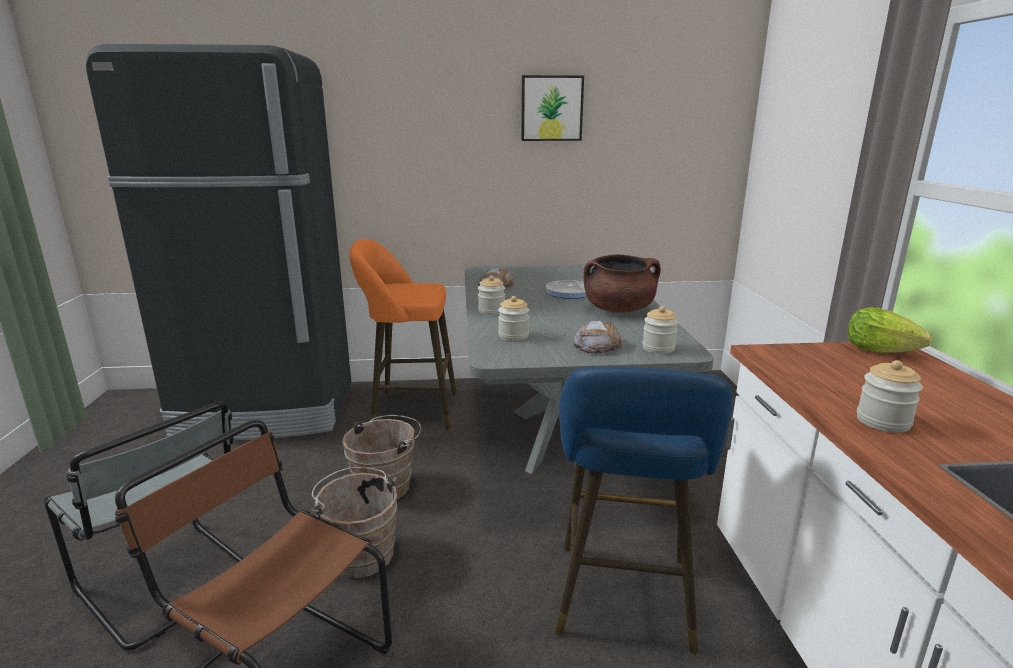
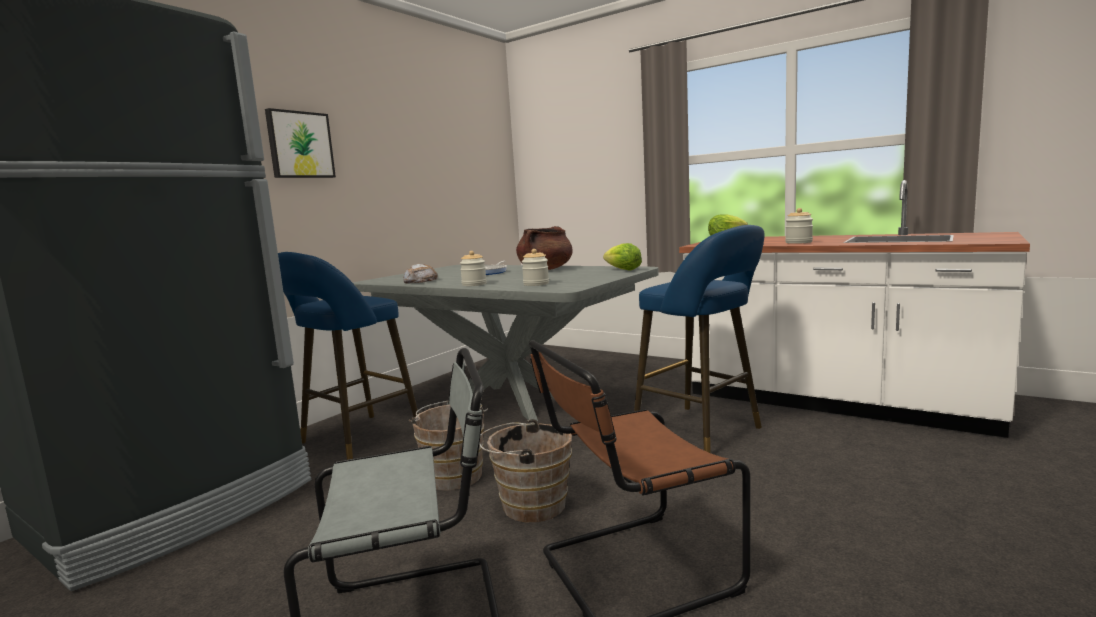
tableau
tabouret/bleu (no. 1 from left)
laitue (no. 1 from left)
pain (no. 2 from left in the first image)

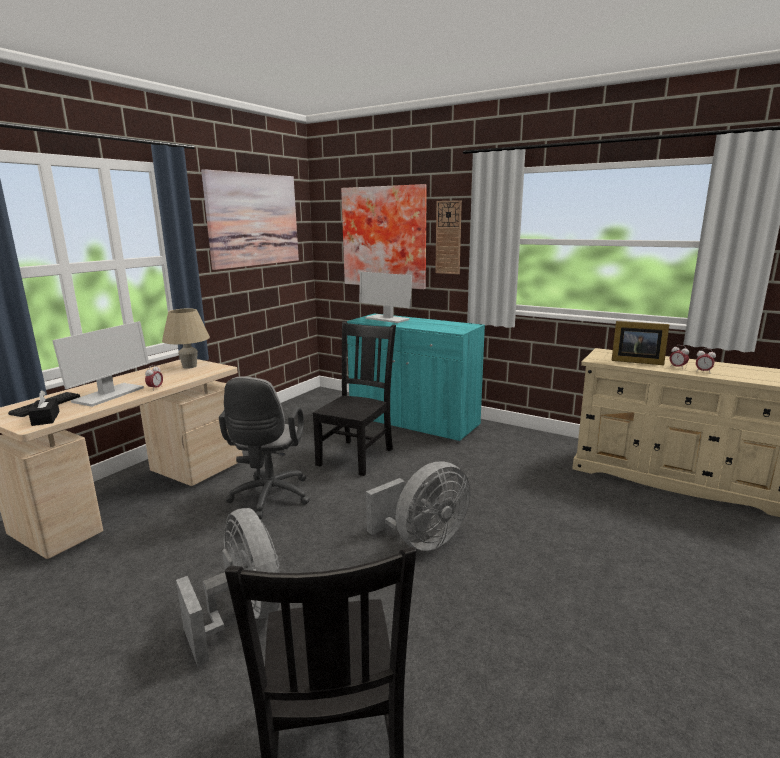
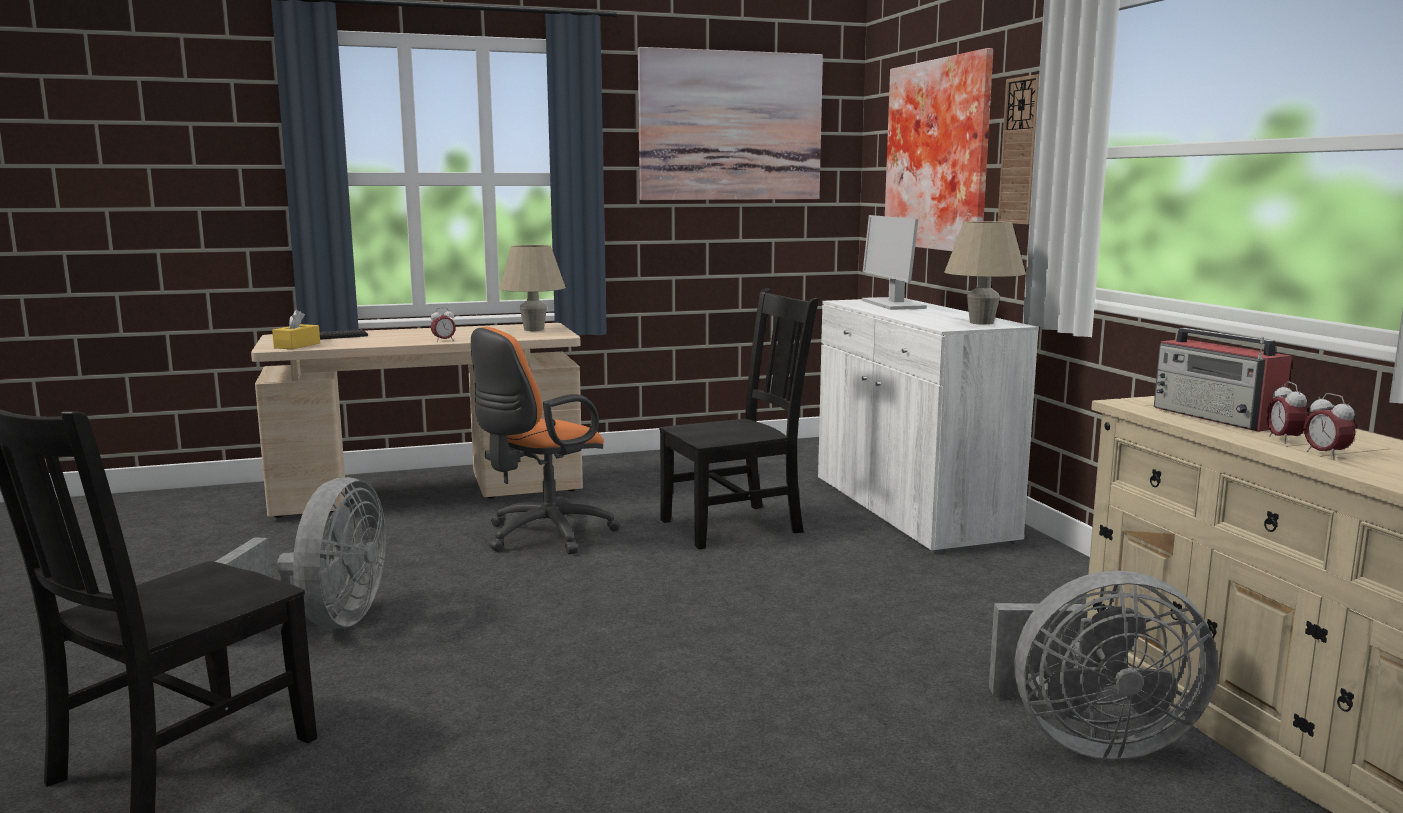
meuble de rangement/blanc
écran d'ordinateur (no. 1 from left in the first image)
radio
chaise de bureau/orange
boîte à mouchoirs/jaune
ventilateur/gris (no. 2 from left)
lampe de table/beige (no. 2 from left)

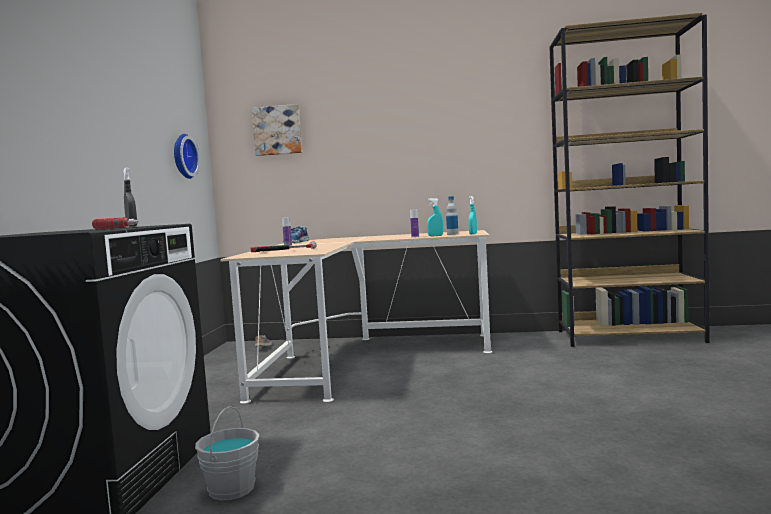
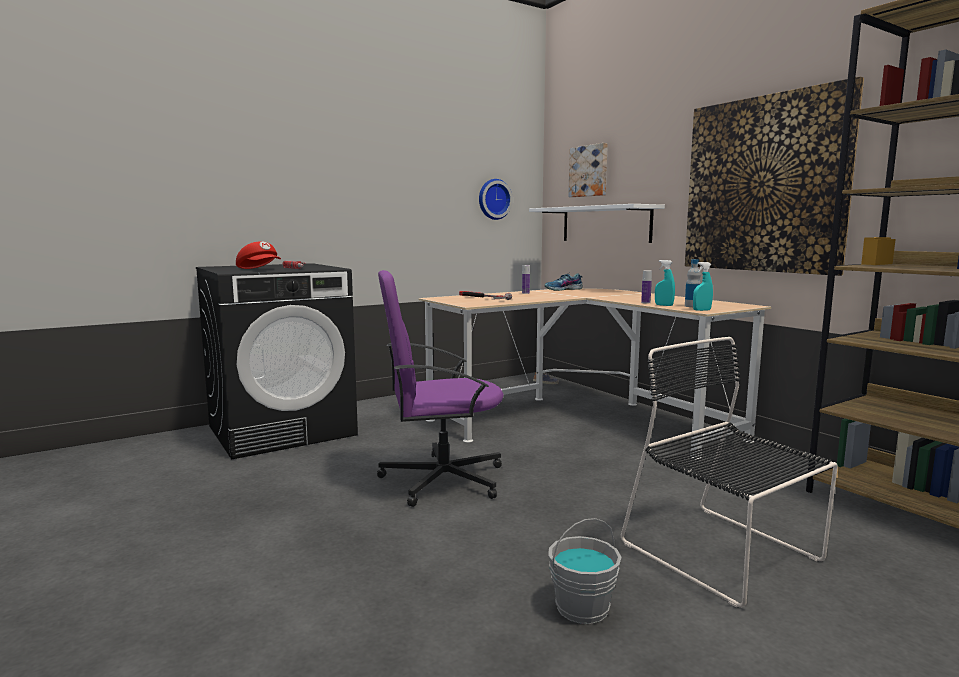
vaporisateur/gris
seau/gris
tableau (no. 2 from left)
étagère/blanc
casquette/rouge
chaise de bureau/violet
chaise/noir

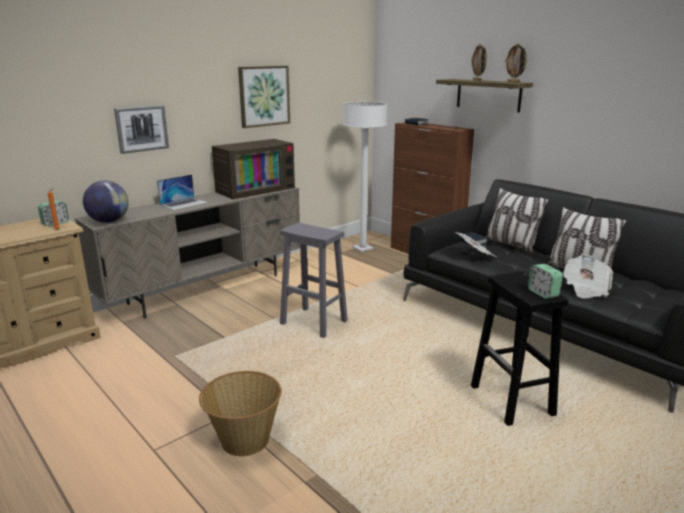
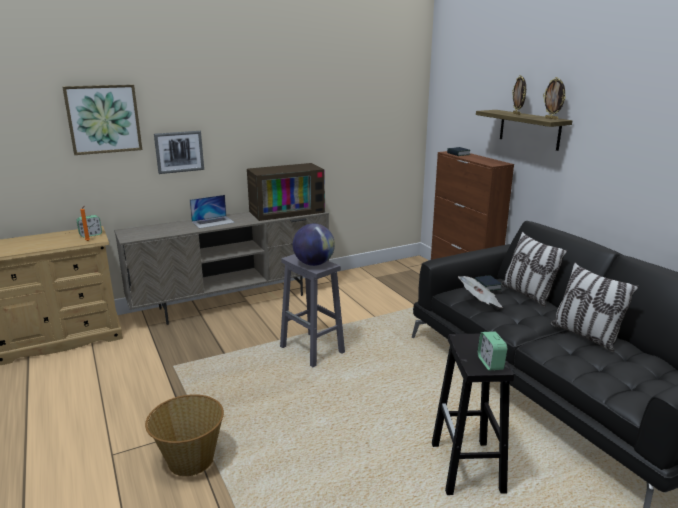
tableau (no. 1 from left)
lampadaire/blanc
globe
journal (no. 2 from left in the first image)

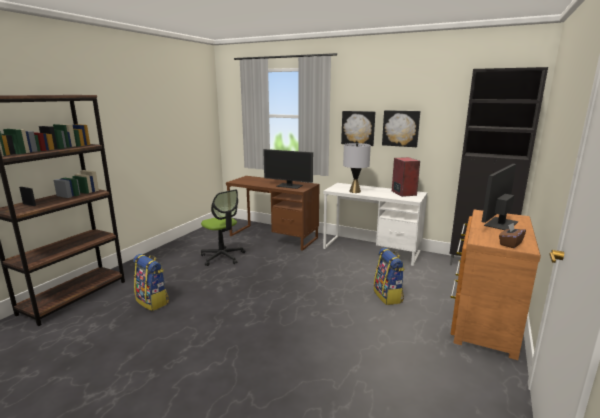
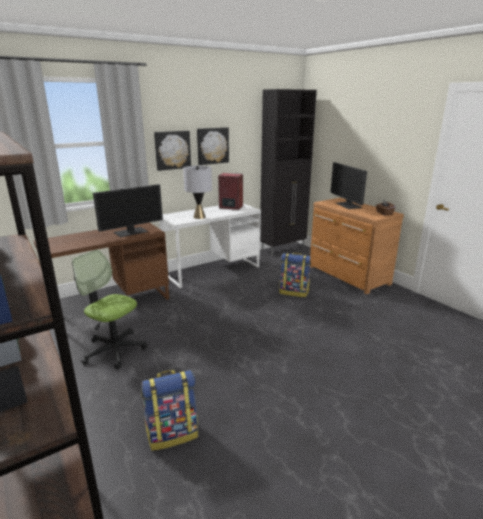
chaise de bureau

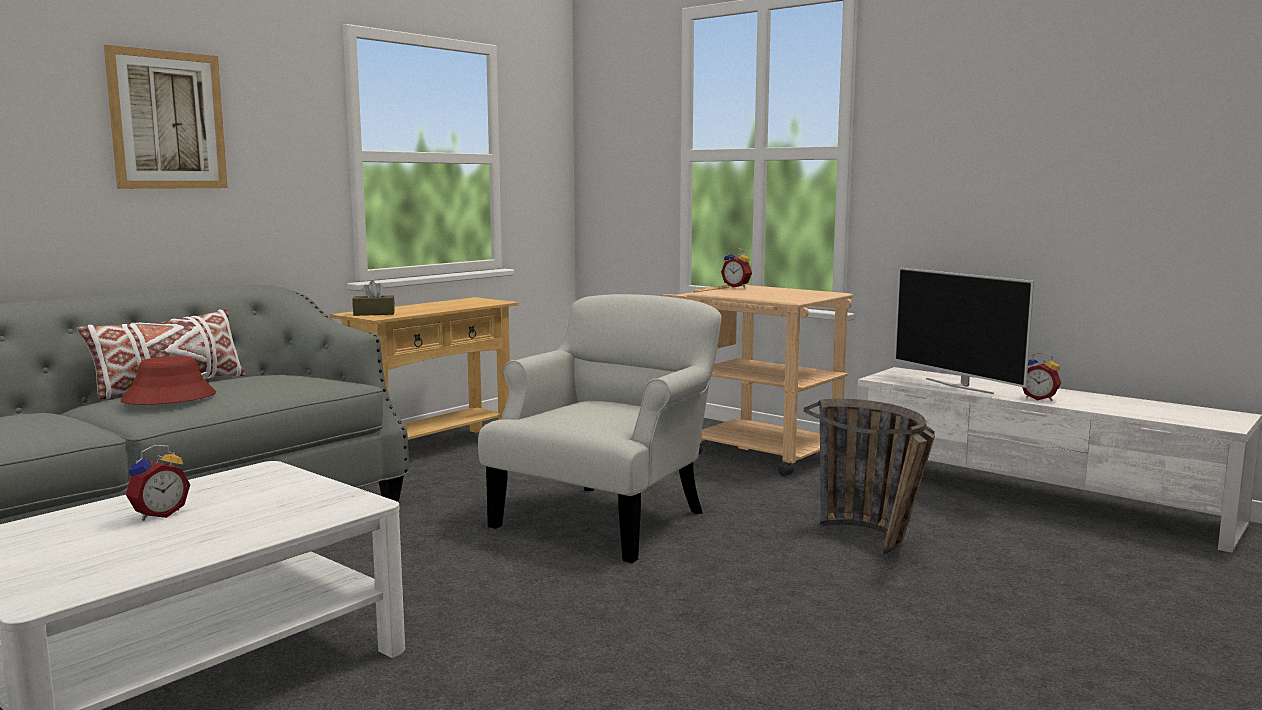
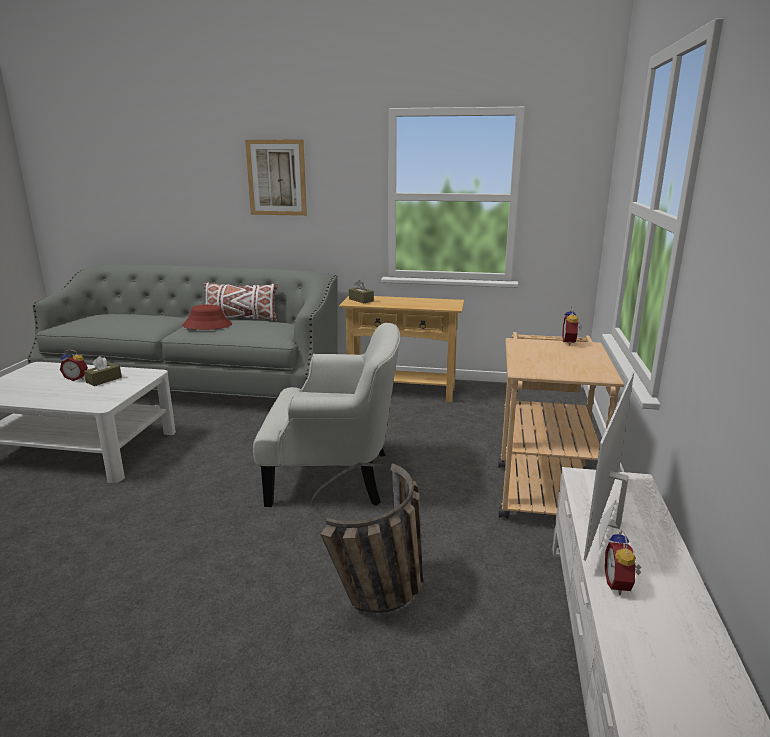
boîte à mouchoirs/marron (no. 1 from left)

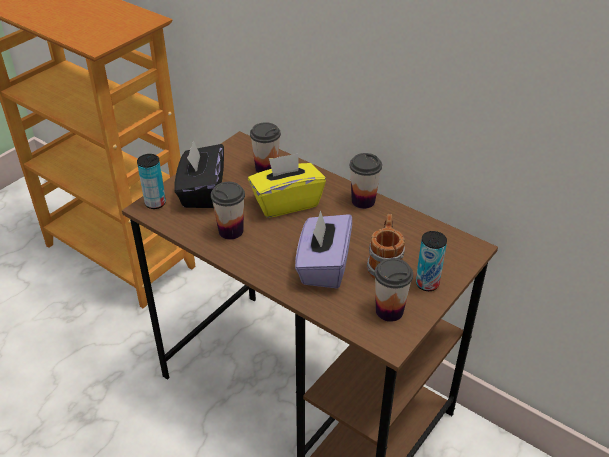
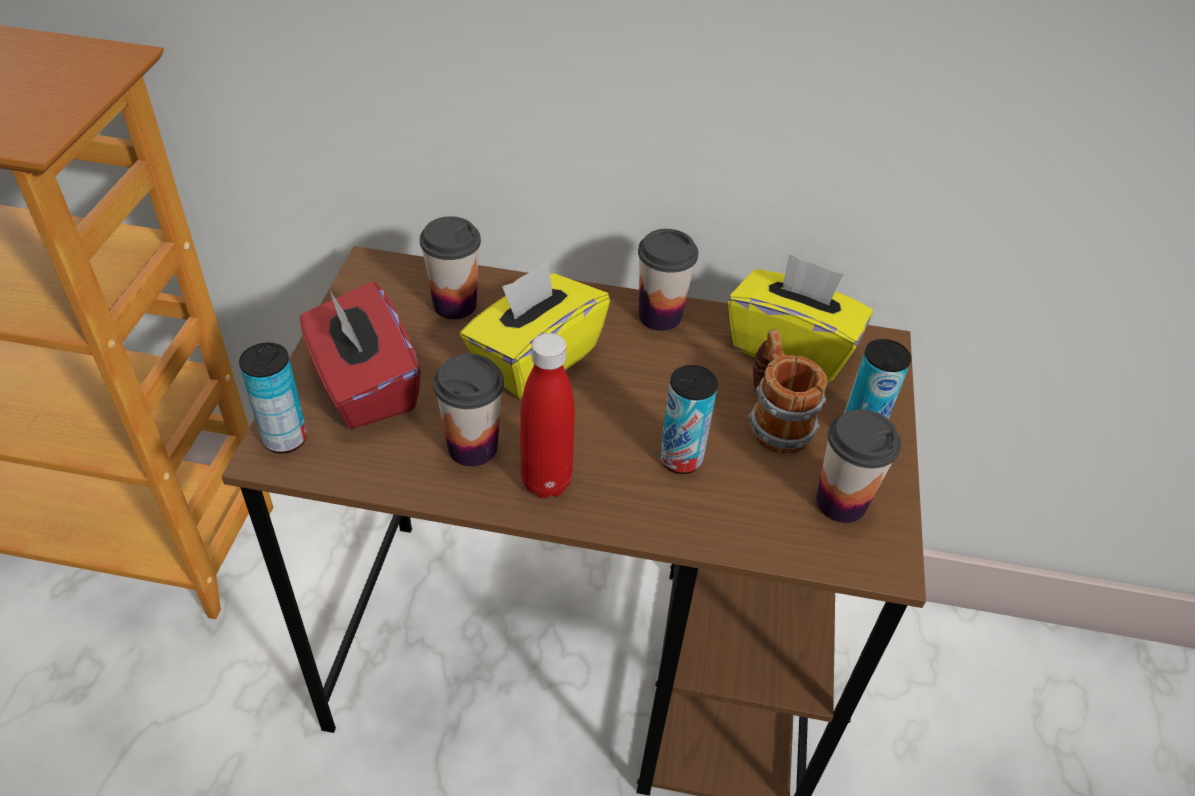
boîte à mouchoirs/rouge
boîte métallique (no. 2 from left)
boîte à mouchoirs/jaune (no. 2 from left)
bouteille/rouge

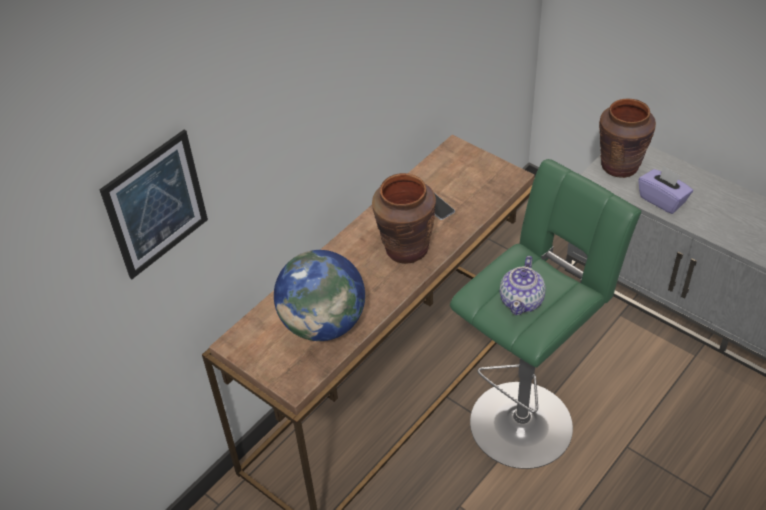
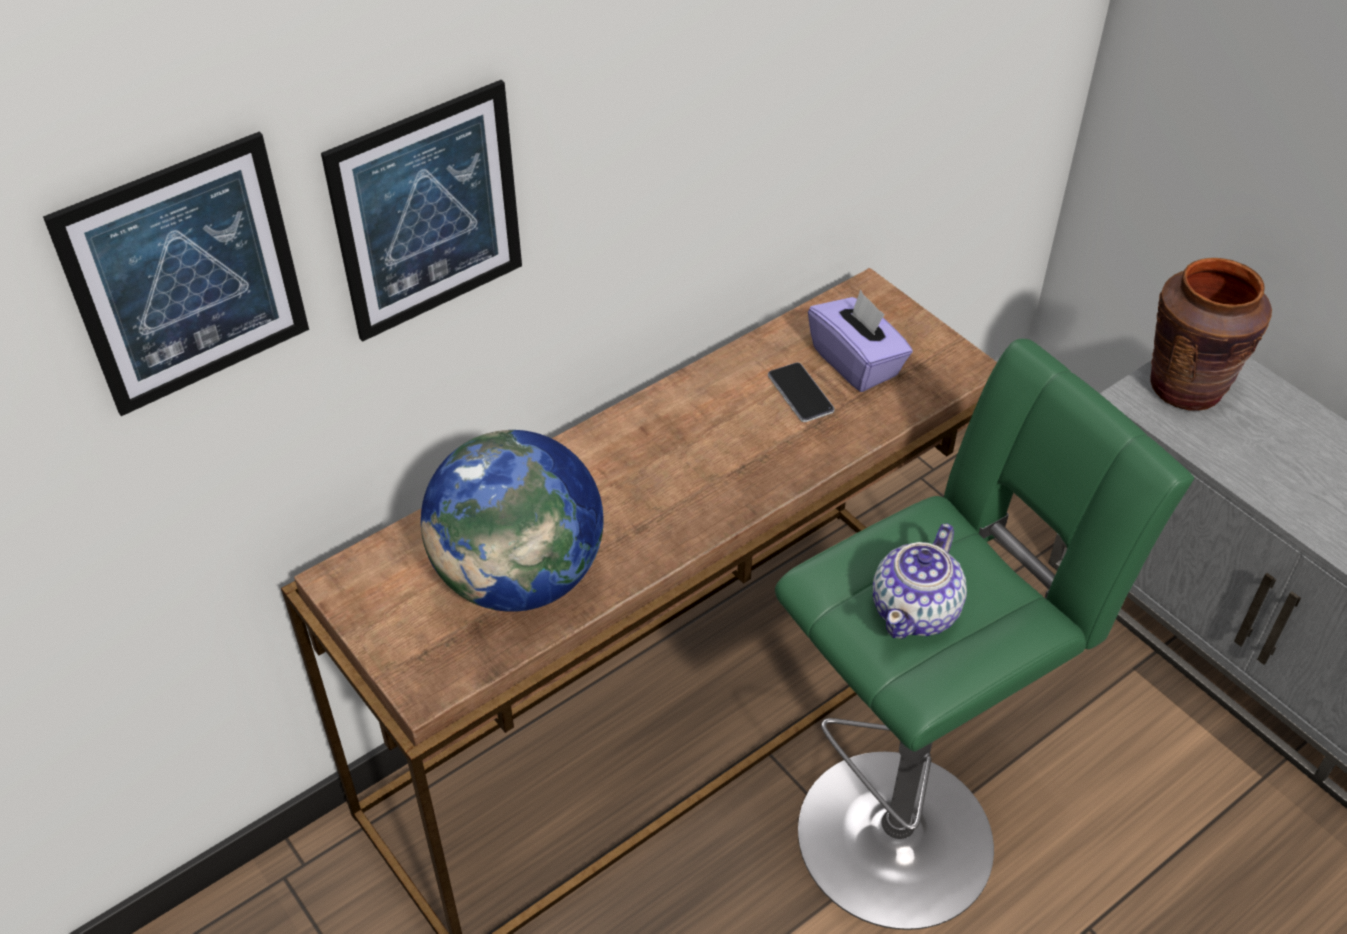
boîte à mouchoirs/violet
vase/marron (no. 1 from left in the first image)
tableau (no. 2 from left)

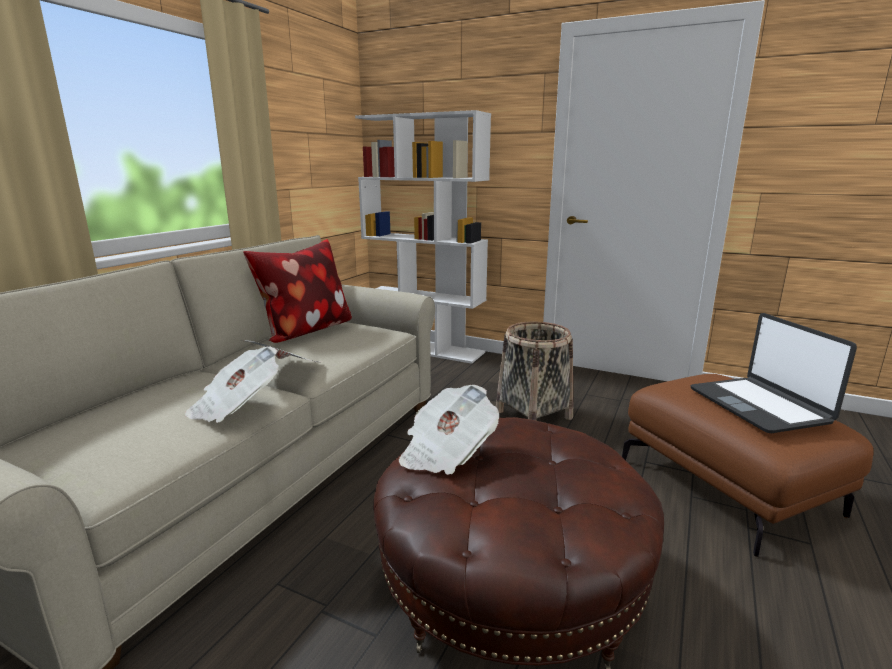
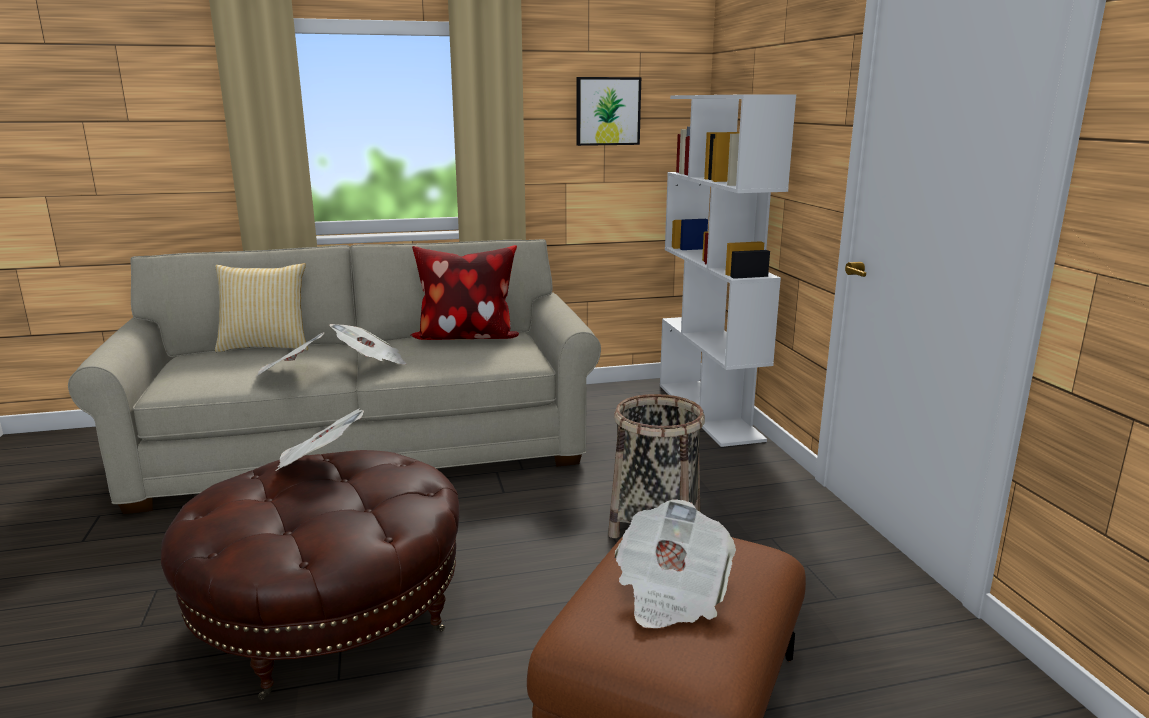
journal (no. 4 from left)
tableau
coussin (no. 1 from left)

